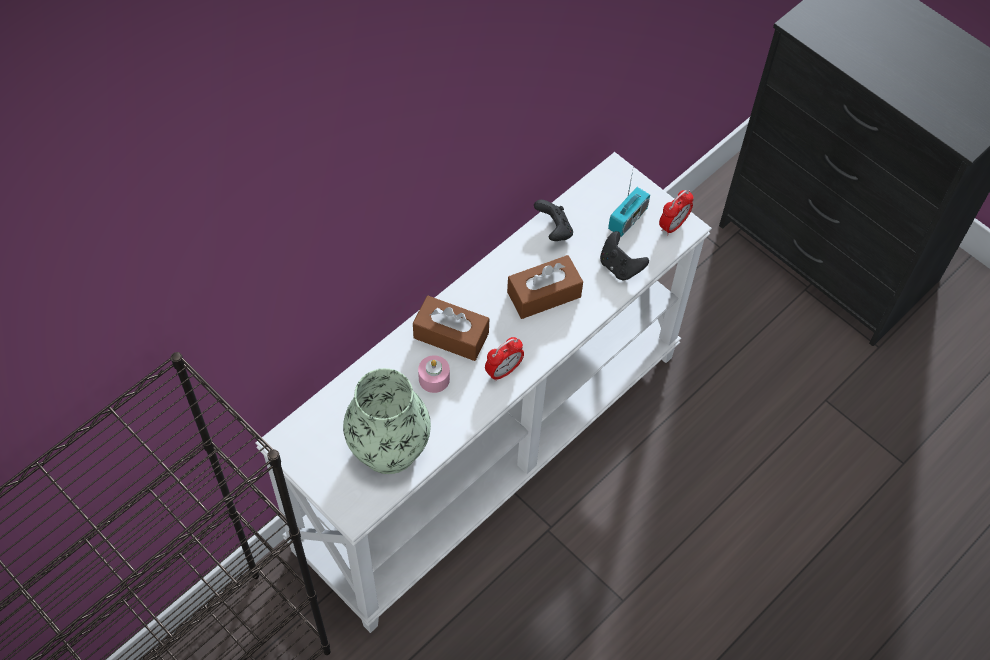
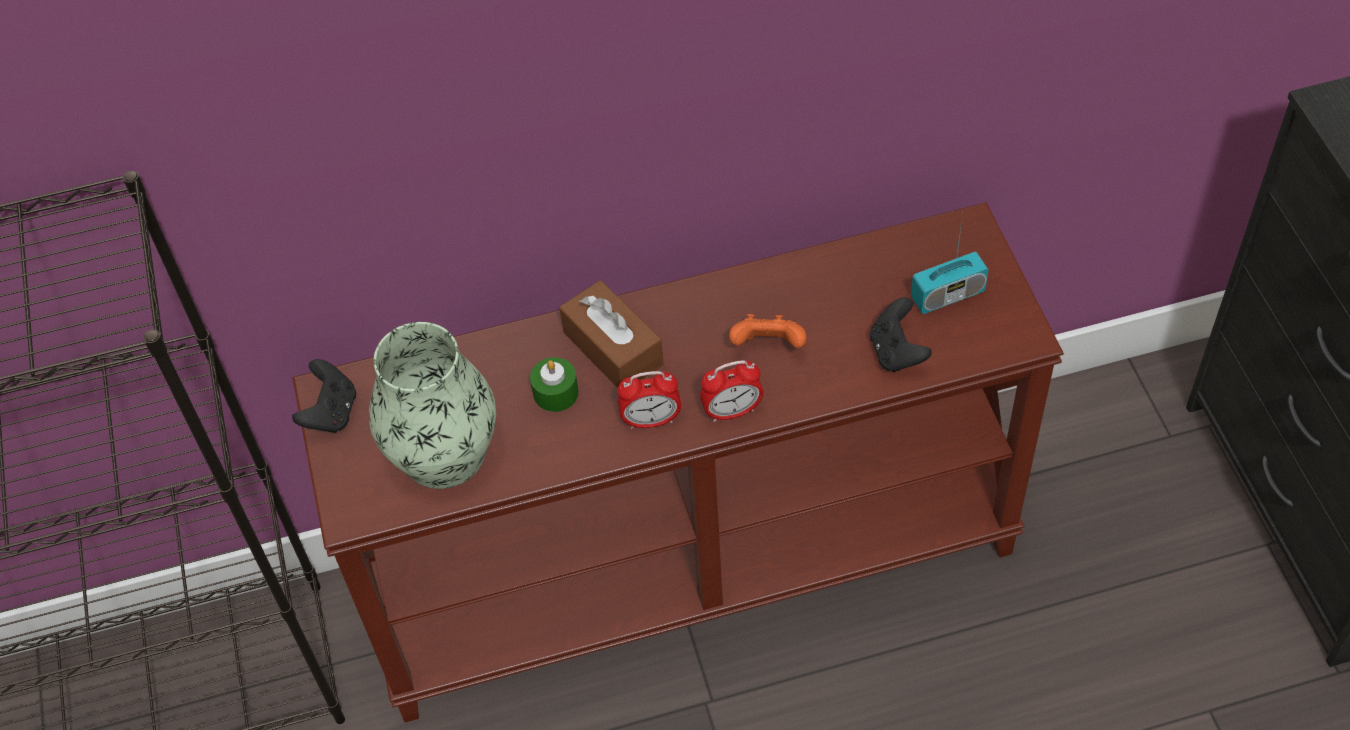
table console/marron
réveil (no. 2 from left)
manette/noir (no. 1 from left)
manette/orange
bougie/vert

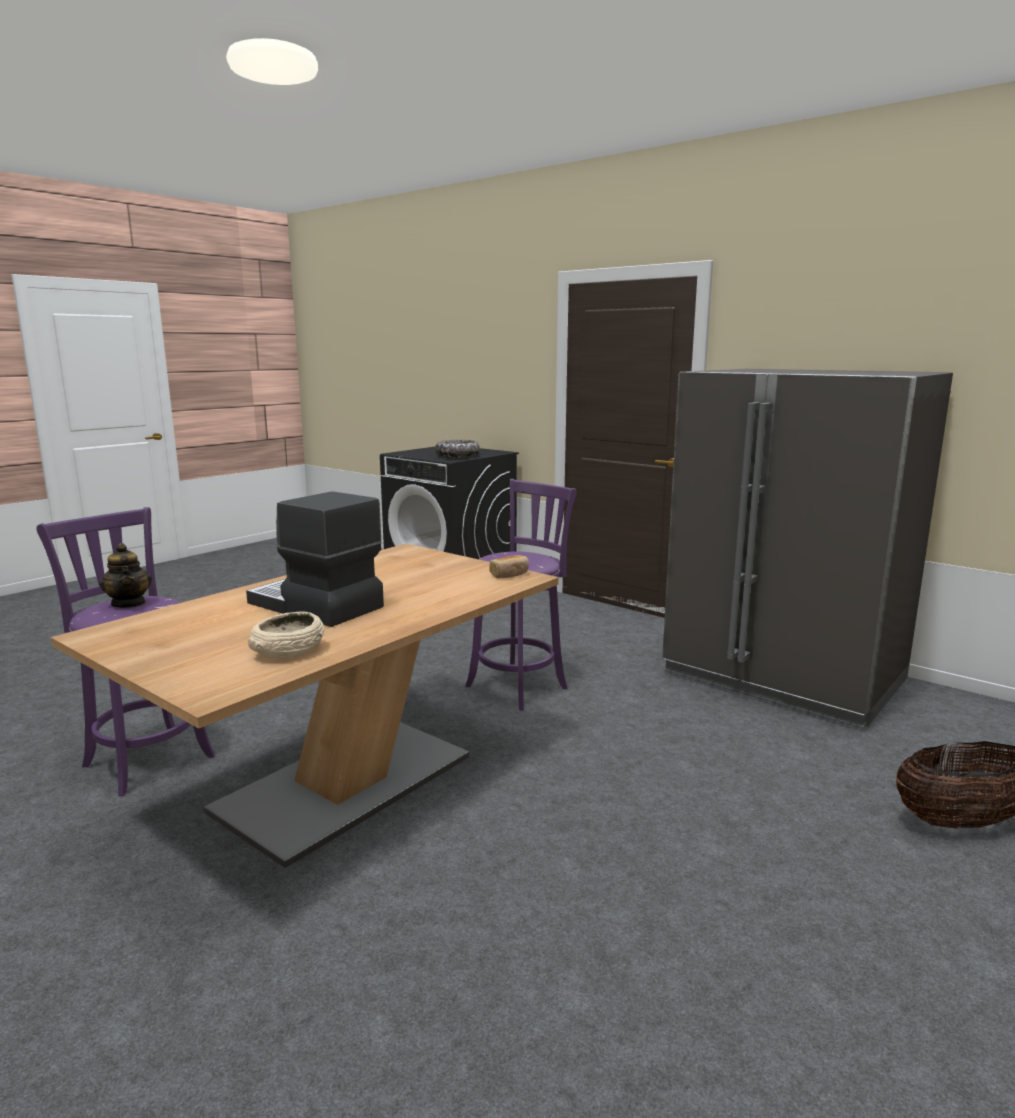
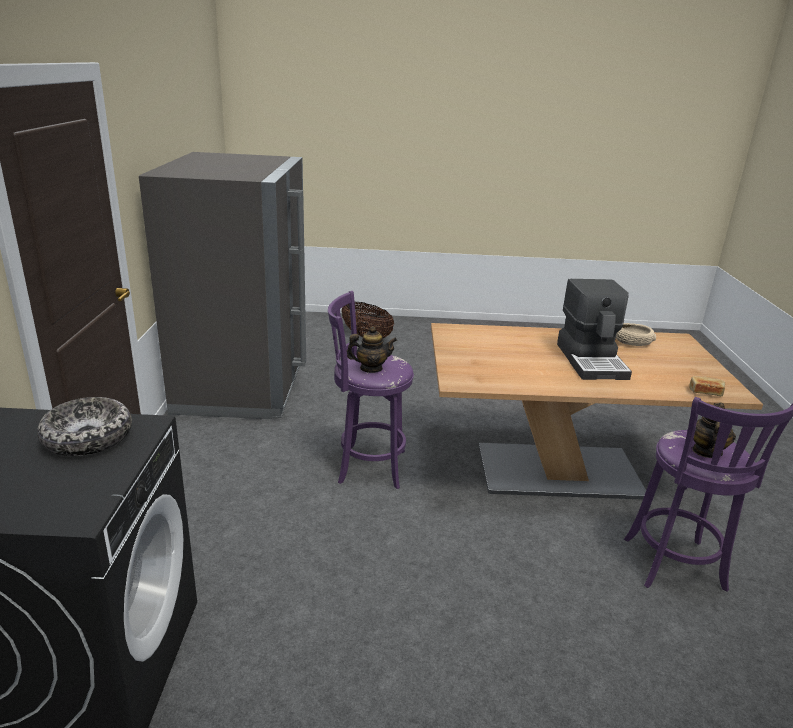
pain
théière (no. 1 from left)

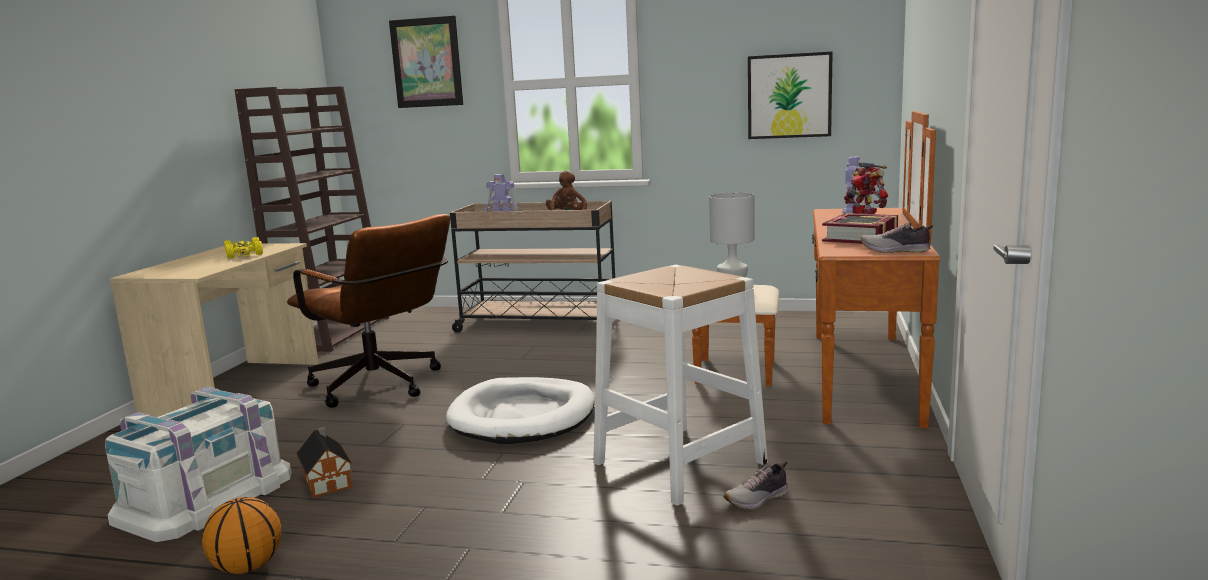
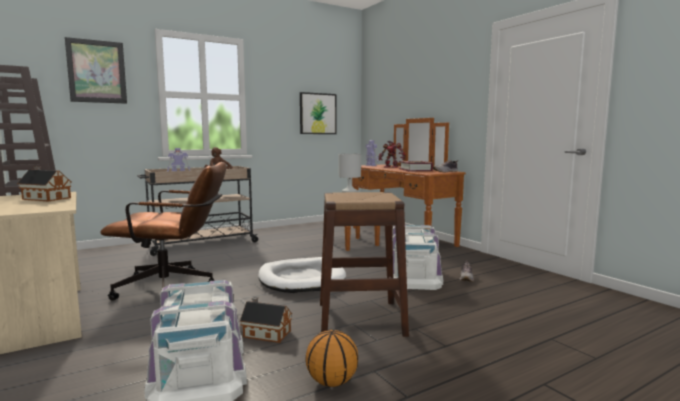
maison miniature (no. 1 from left)
boîte de rangement/blanc (no. 2 from left)
tabouret/marron

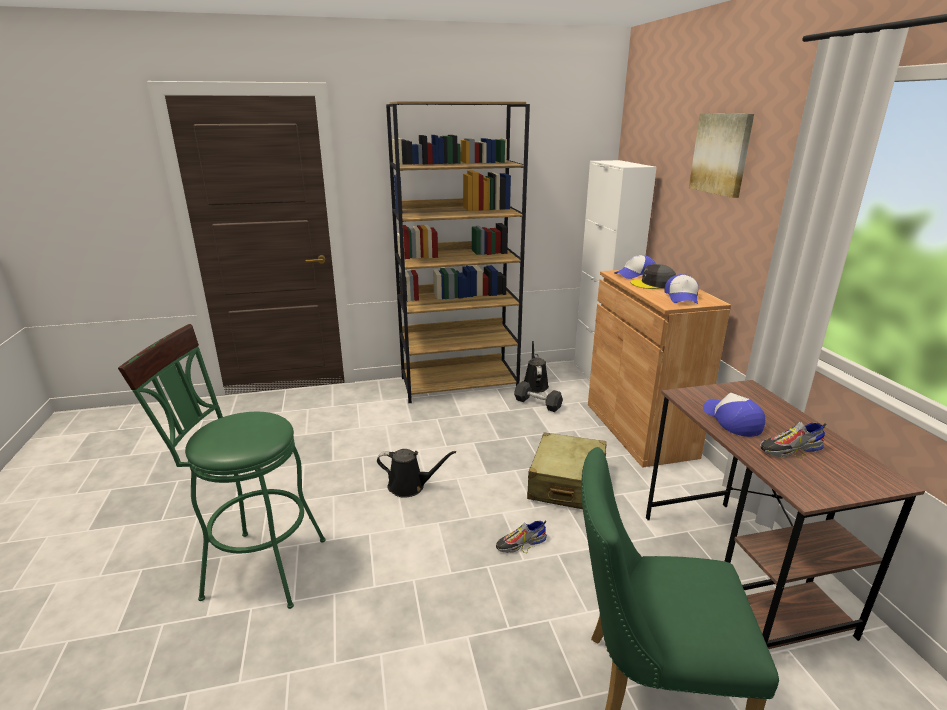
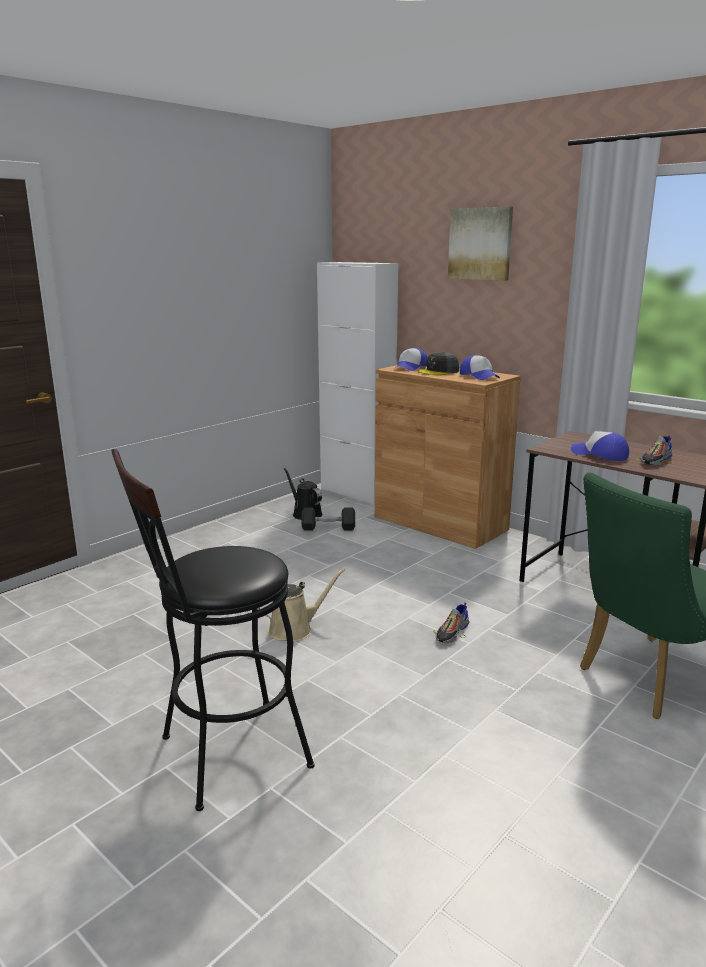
bibliothèque/marron
tabouret/noir
valise/beige
arrosoir/beige

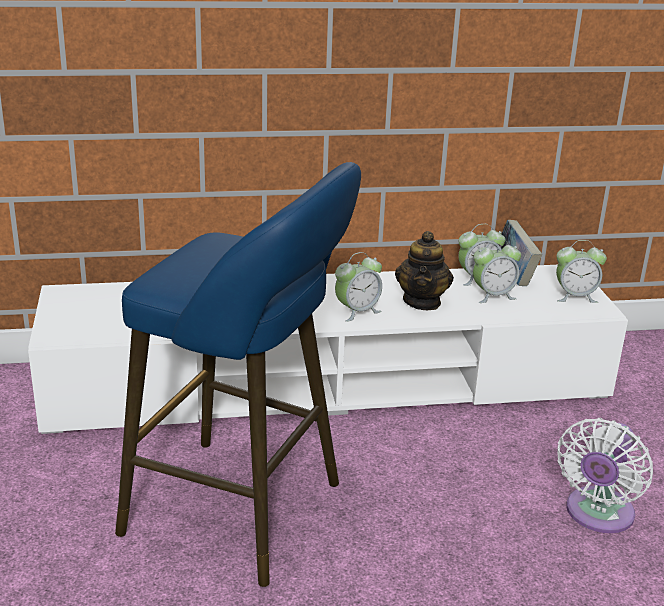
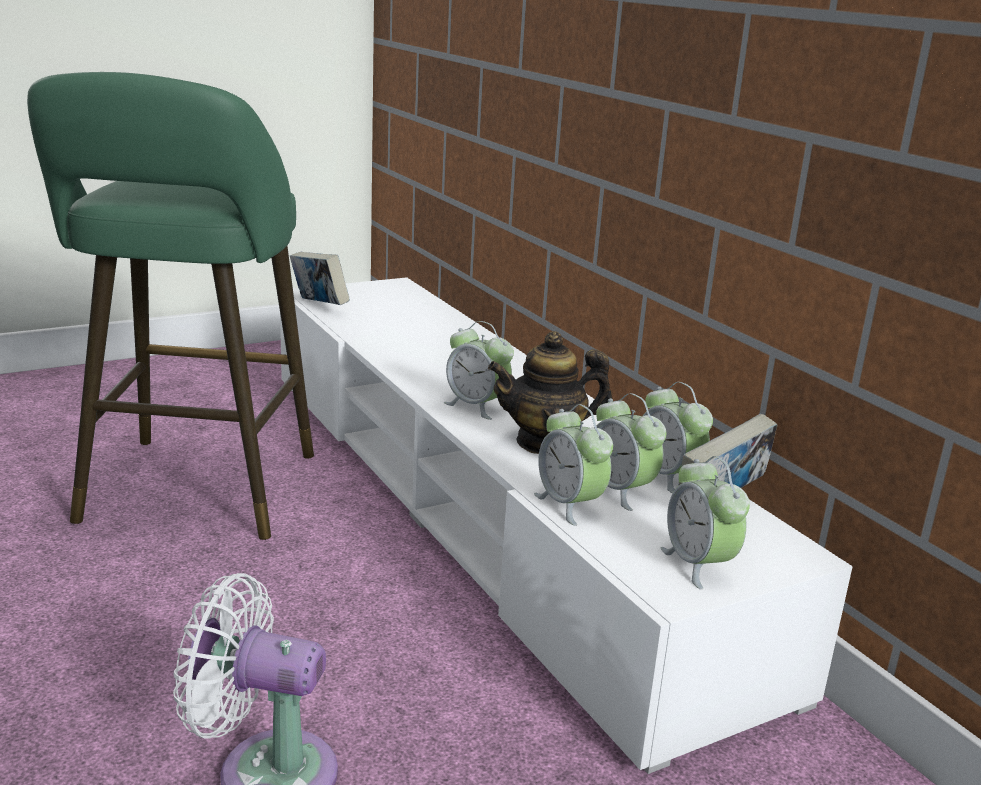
tabouret/vert
livre (no. 1 from left)
réveil (no. 2 from left)

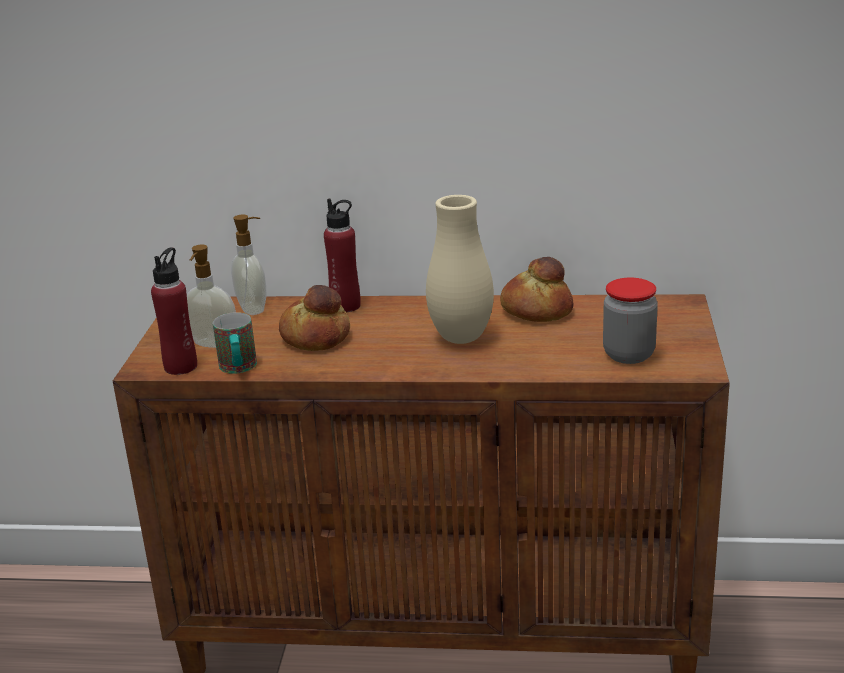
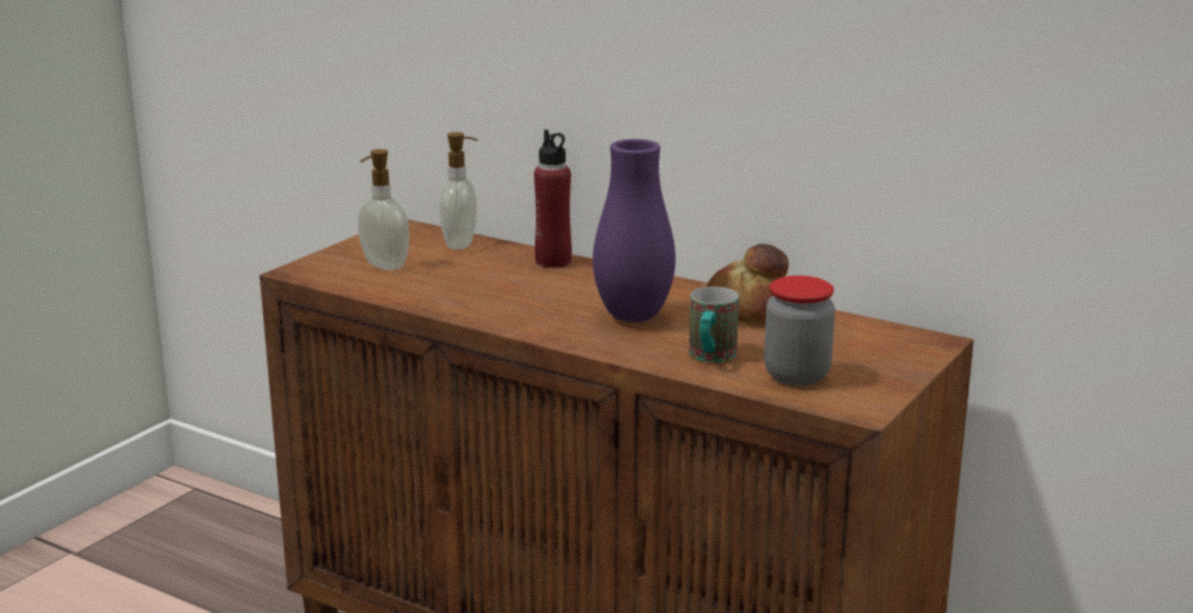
vase/violet
bouteille/rouge (no. 1 from left in the first image)
pain (no. 1 from left in the first image)
mug

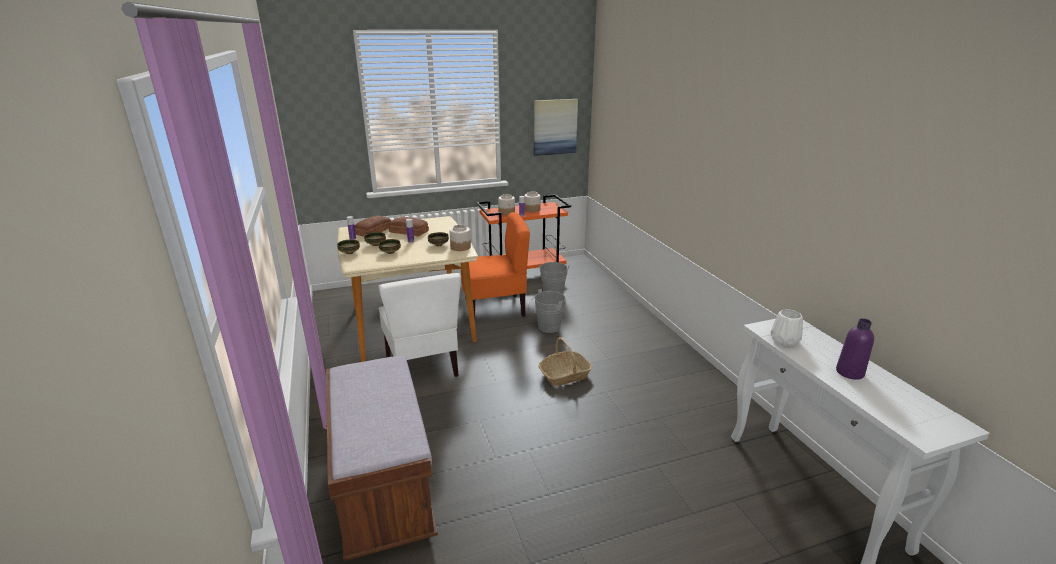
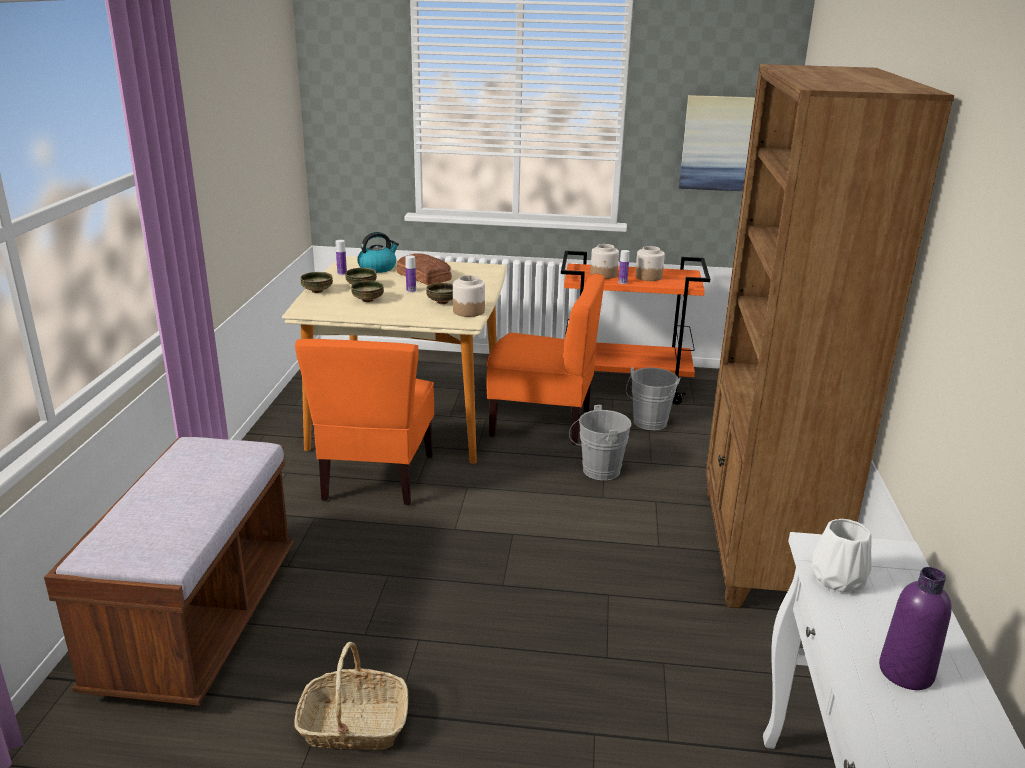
bouilloire
chaise/orange (no. 1 from left)
panier
bibliothèque/marron

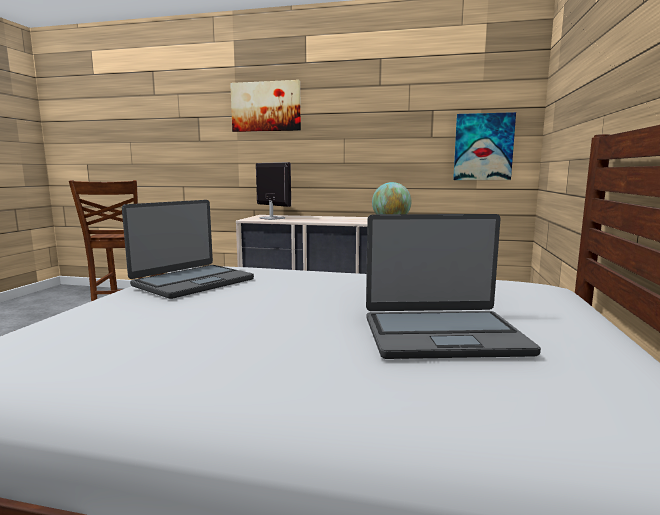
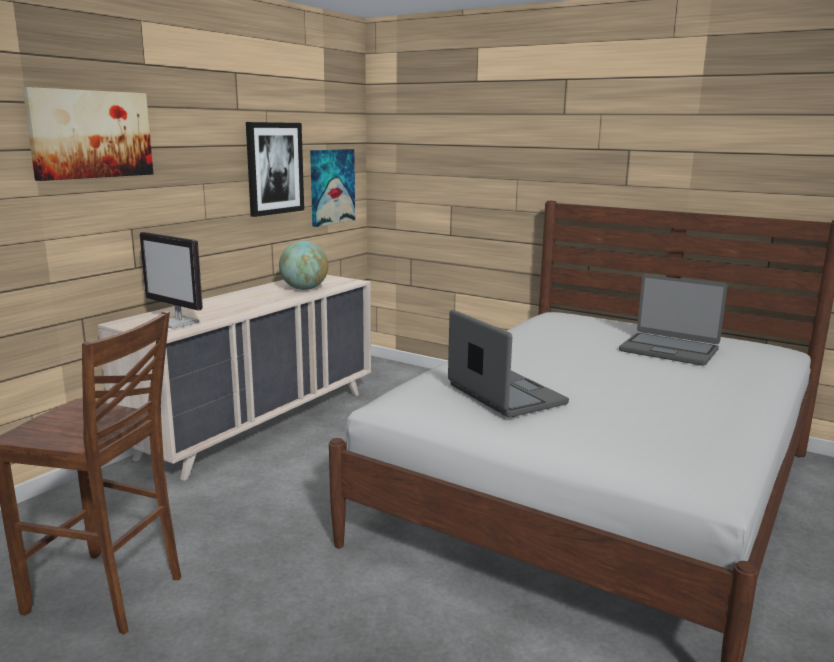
écran d'ordinateur
ordinateur portable (no. 2 from left)
tableau (no. 2 from left)

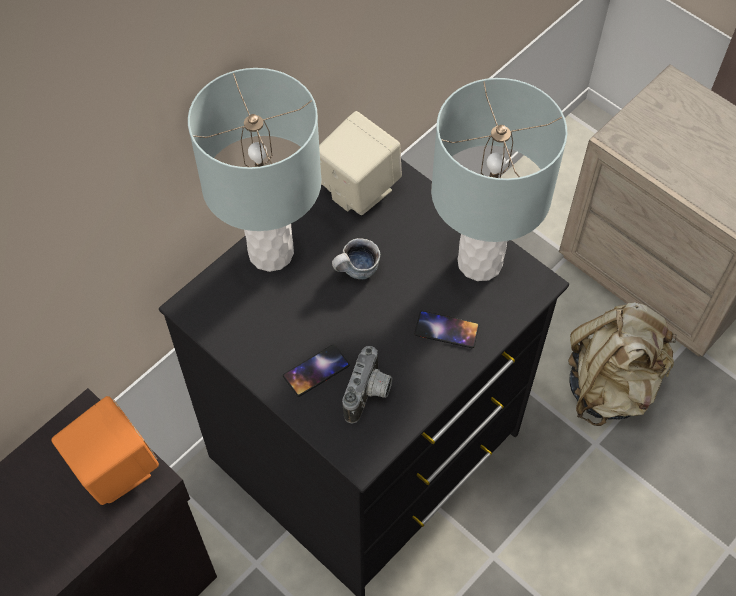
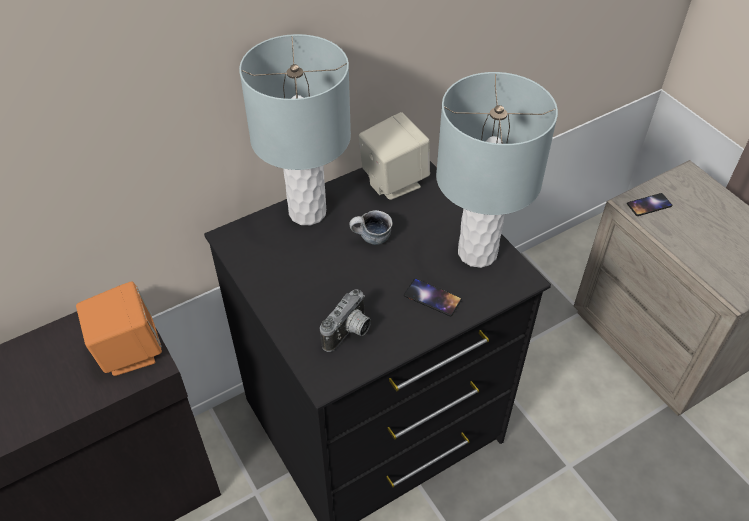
sac à dos/beige
téléphone (no. 2 from left)

